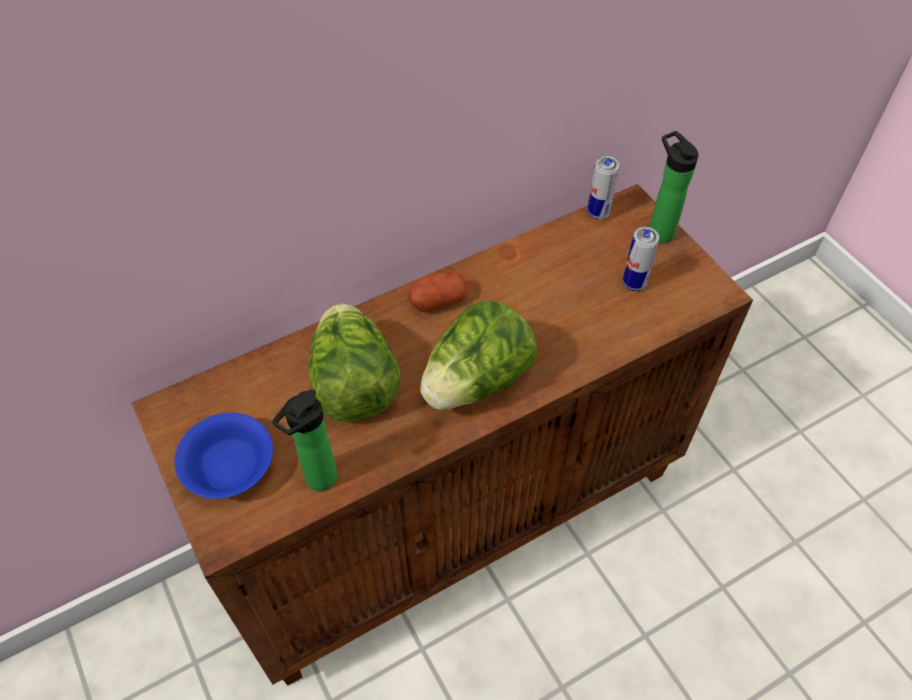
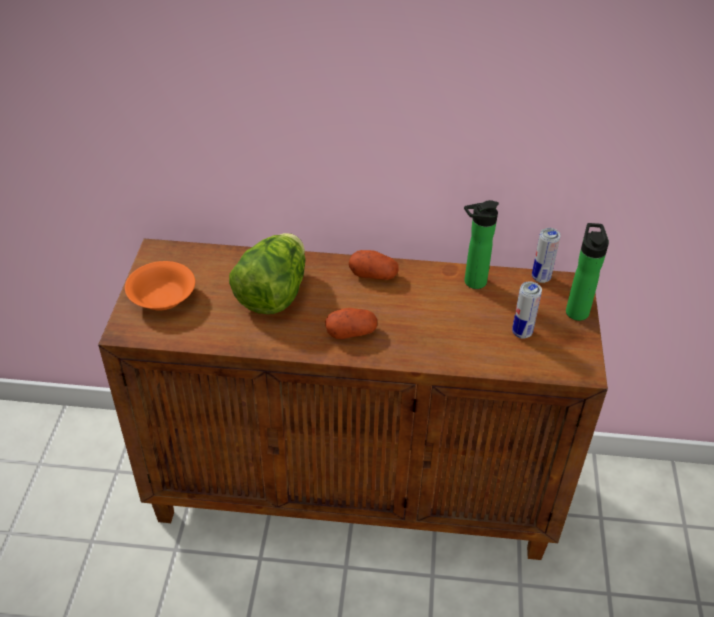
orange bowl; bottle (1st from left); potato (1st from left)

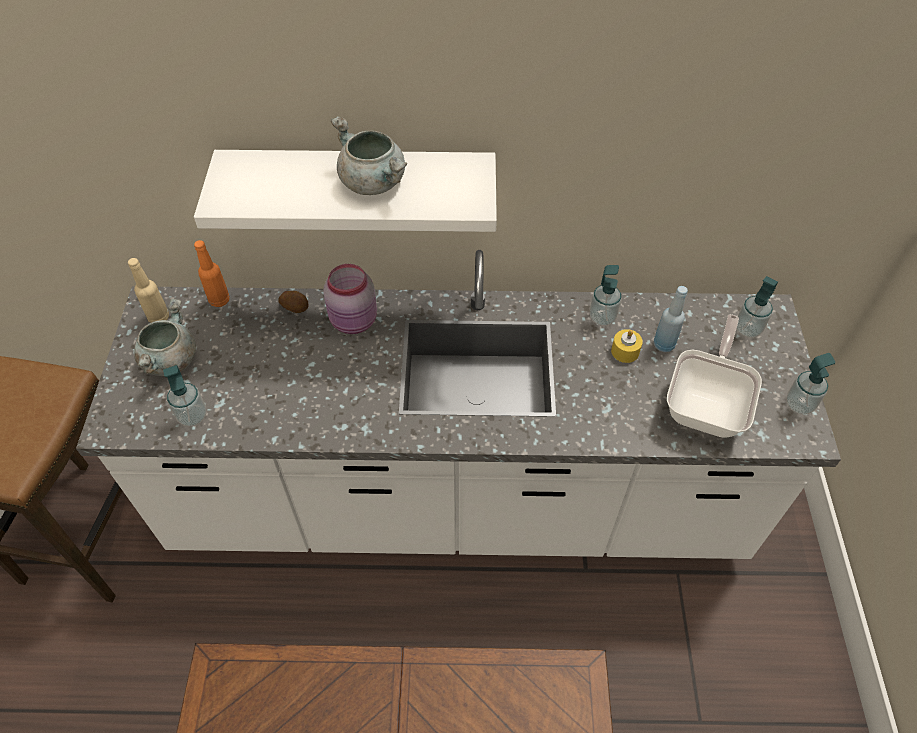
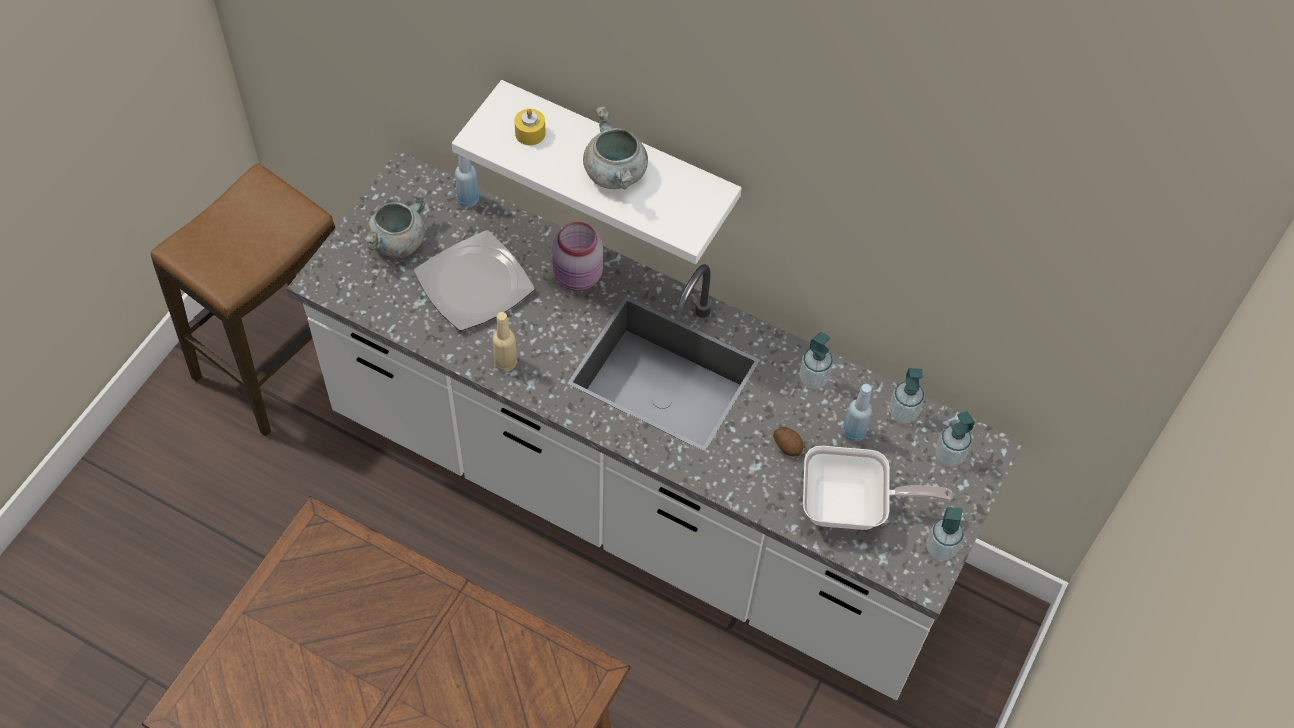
beige bottle; soap dispenser (2nd from left); blue bottle (1st from left); potato; yellow candle; frying pan; plate

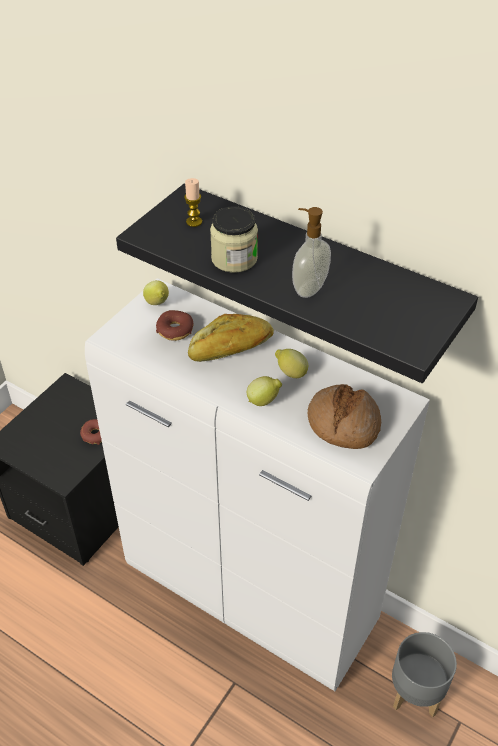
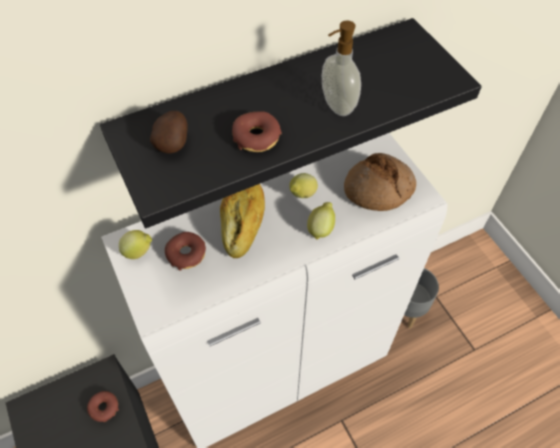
potato; donut (3rd from left)

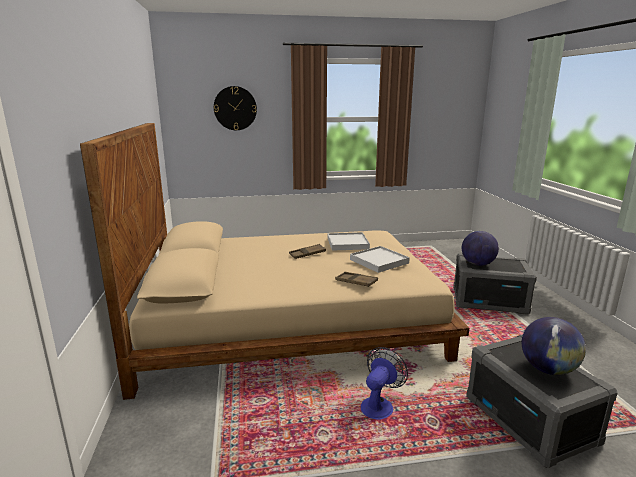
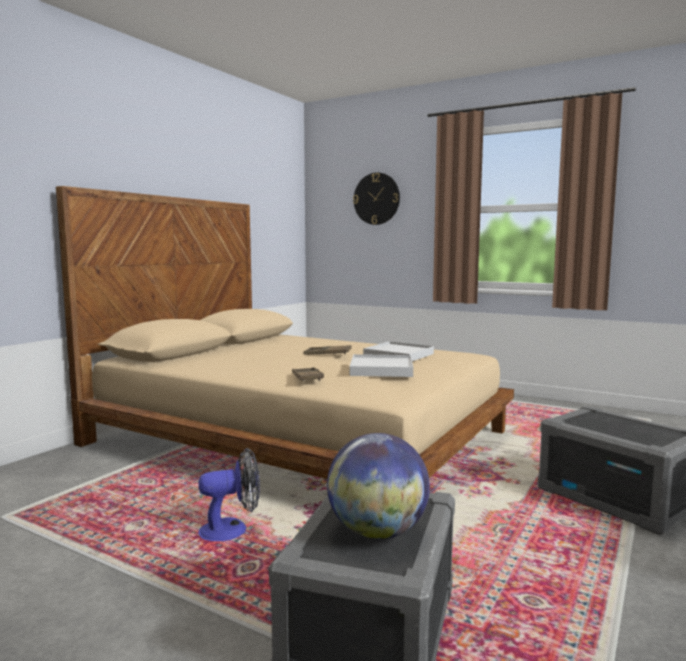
globe (1st from left in the first image)

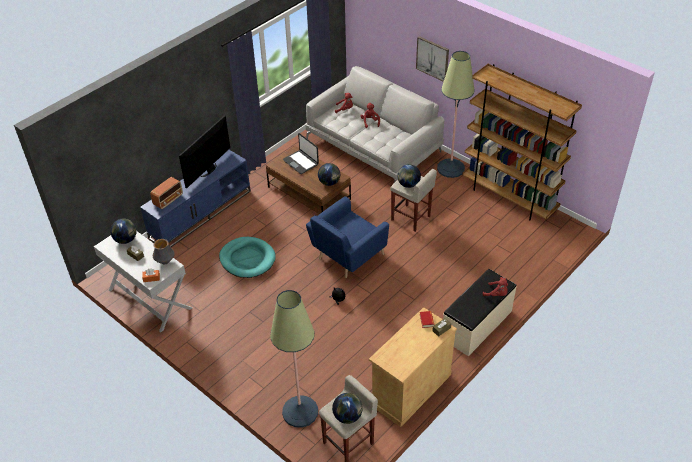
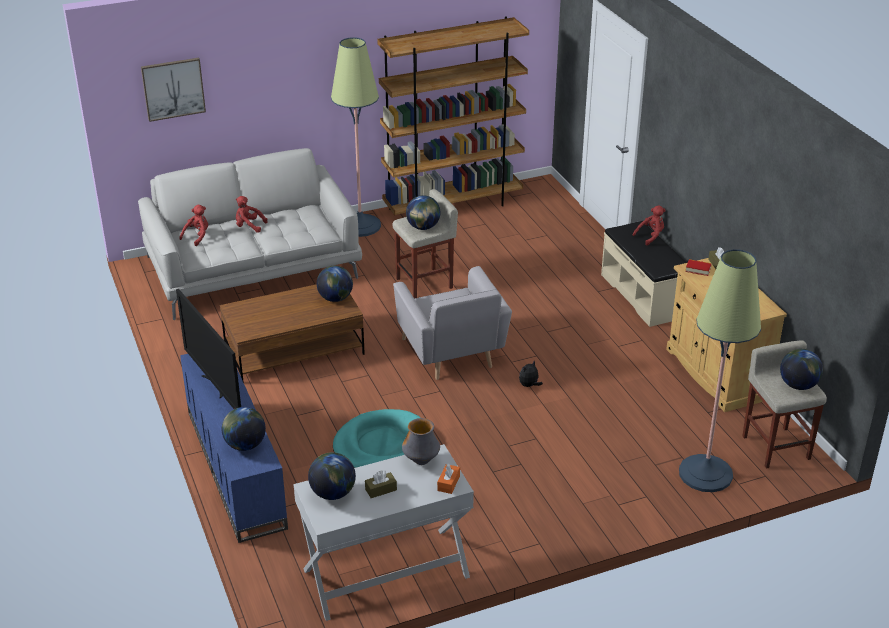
globe (1st from left); laptop; grey armchair; picture

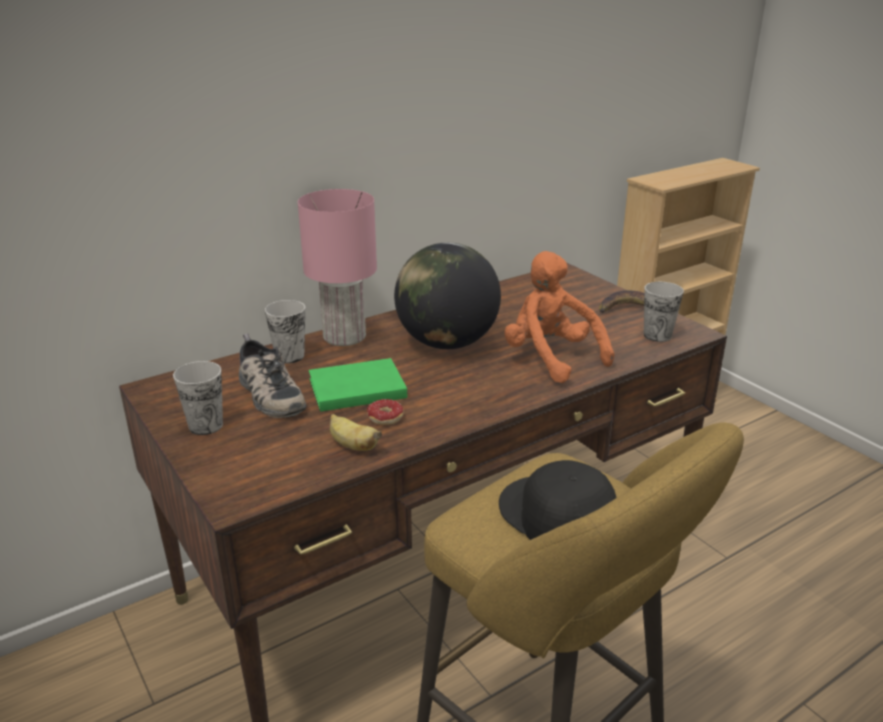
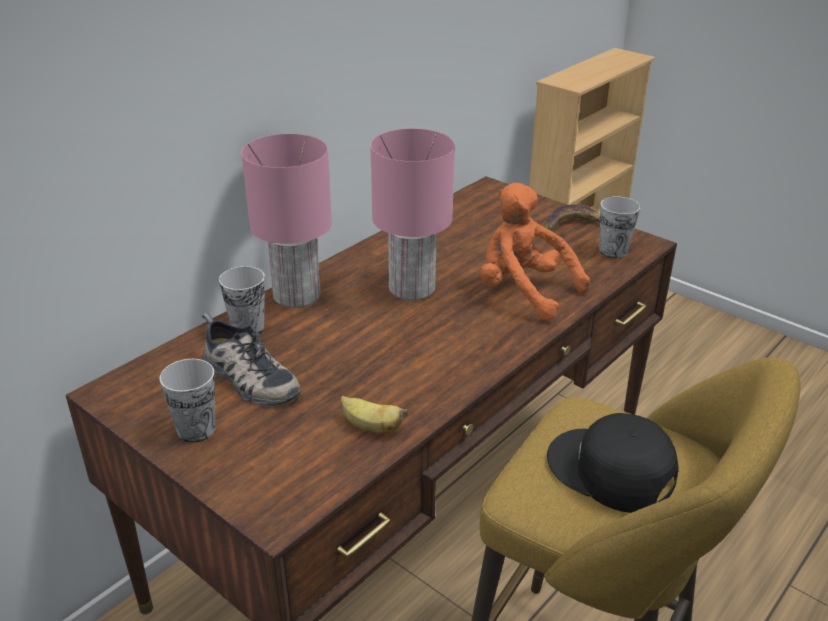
green book; donut; pink table lamp (2nd from left)

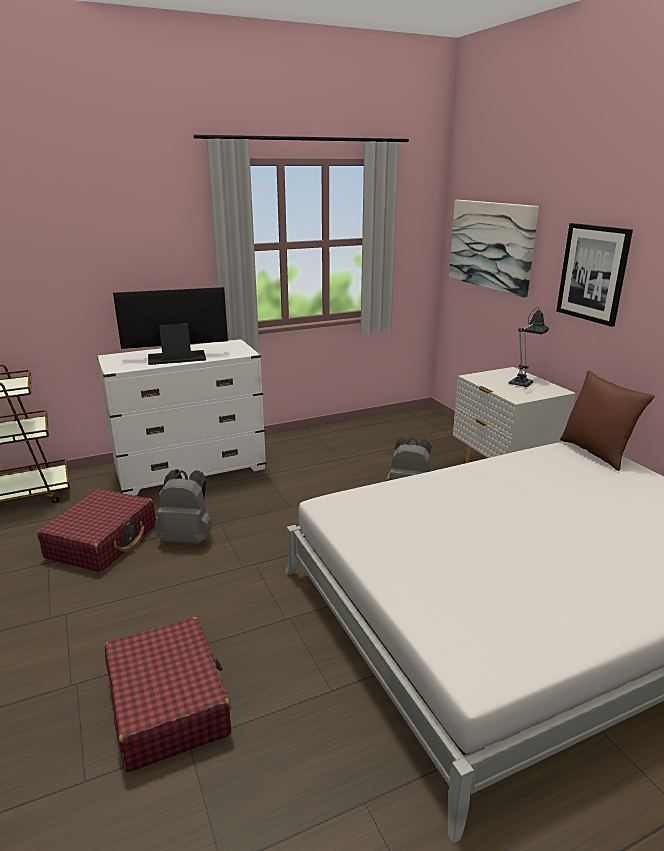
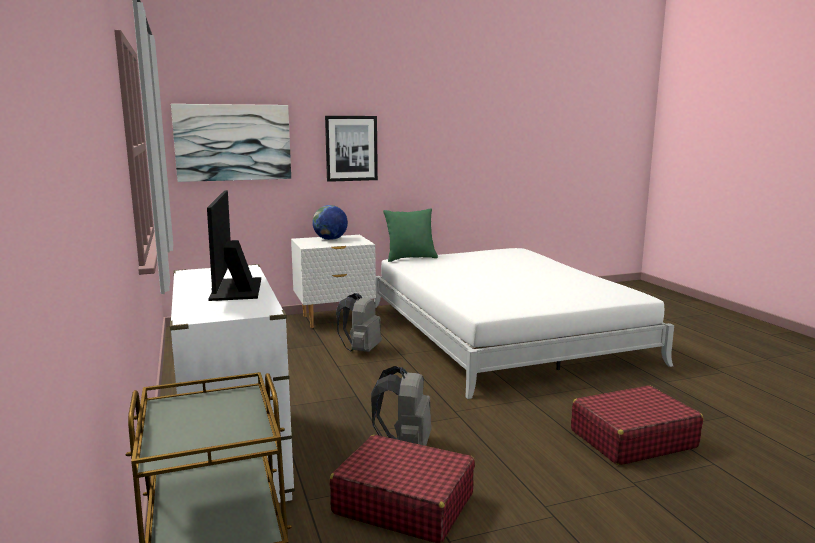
globe; green pillow

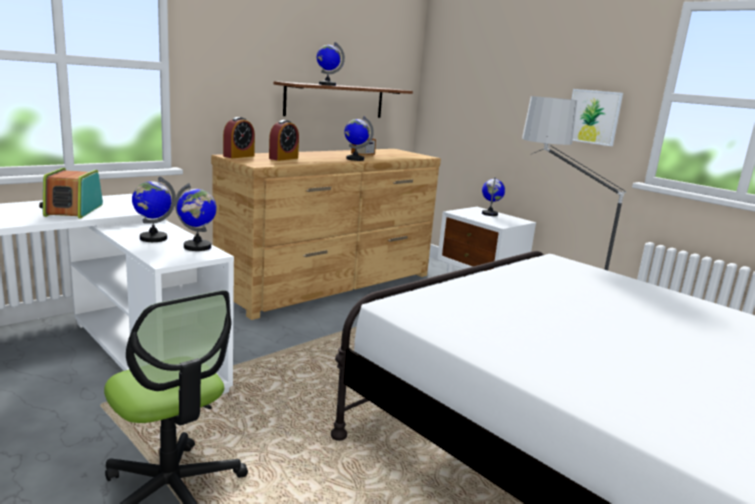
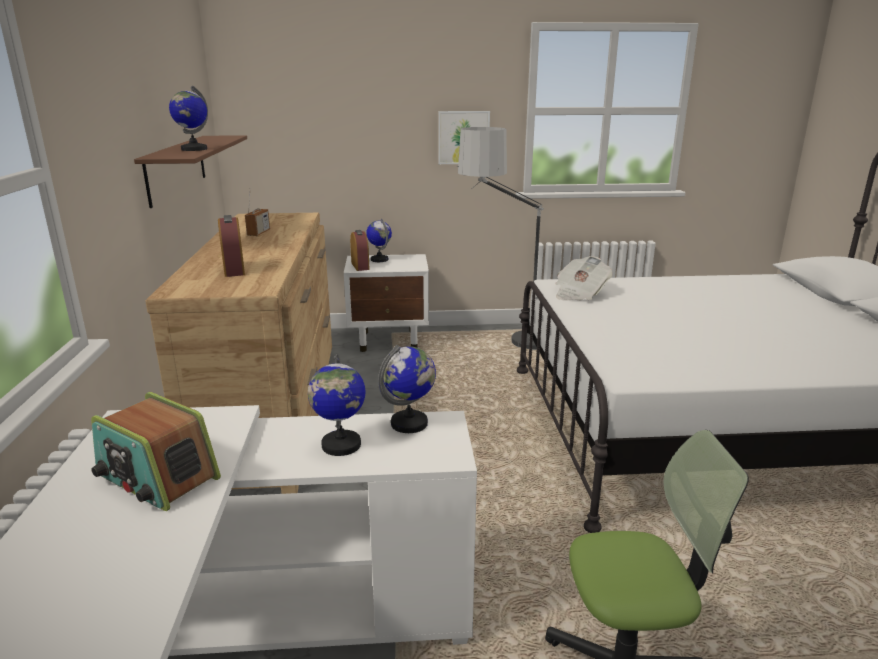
alarm clock (2nd from left); globe (4th from left in the first image); newspaper

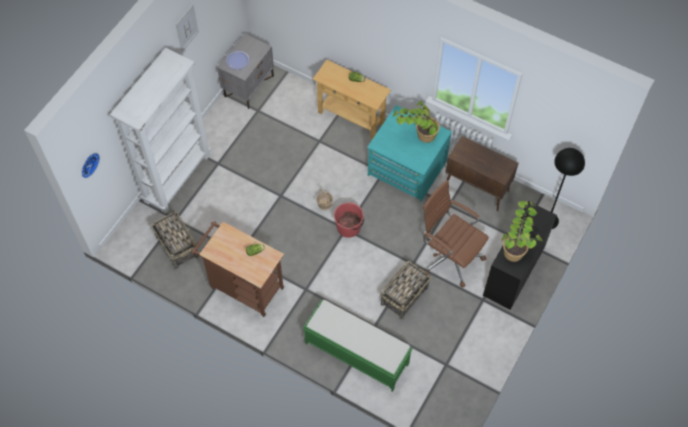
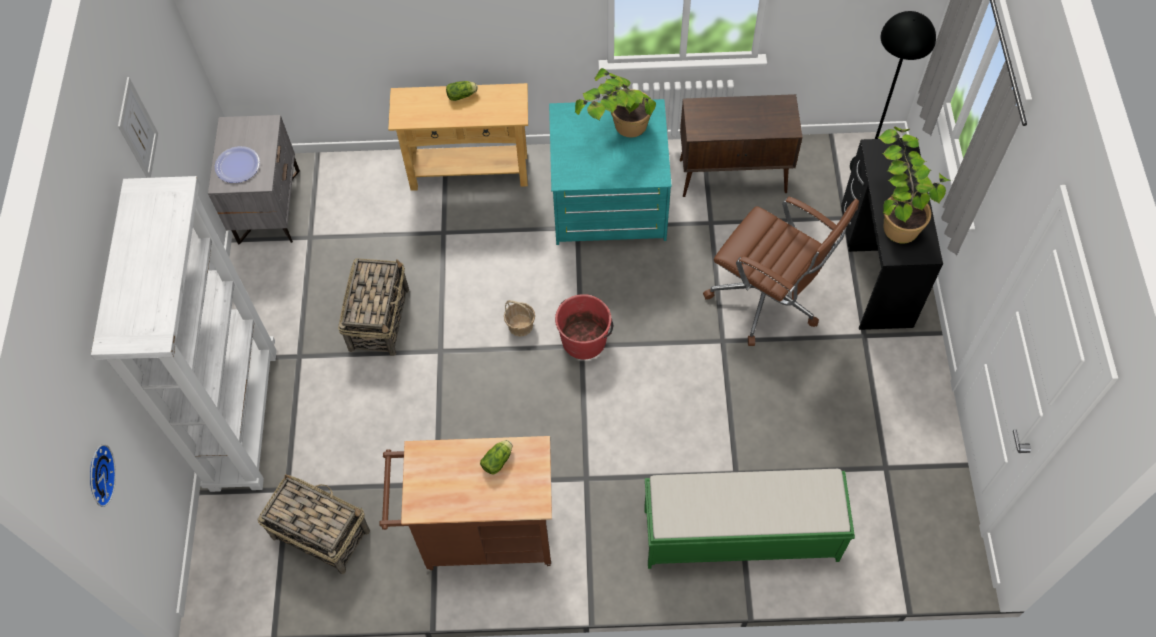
basket (2nd from left); brown office chair

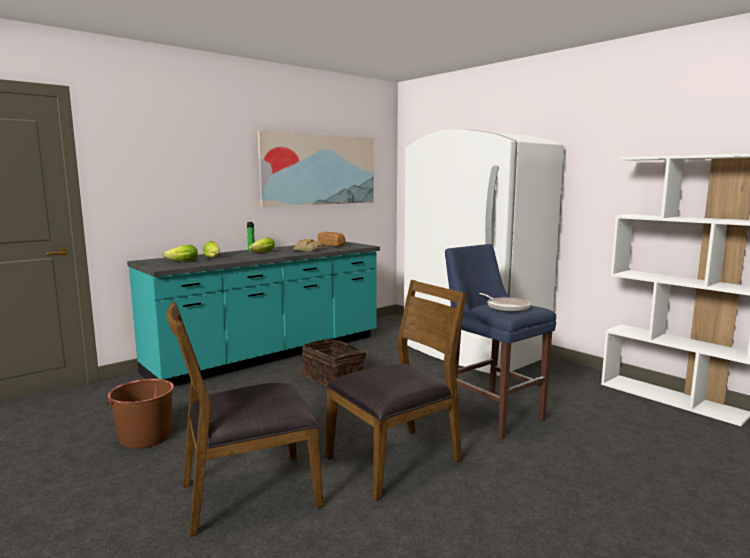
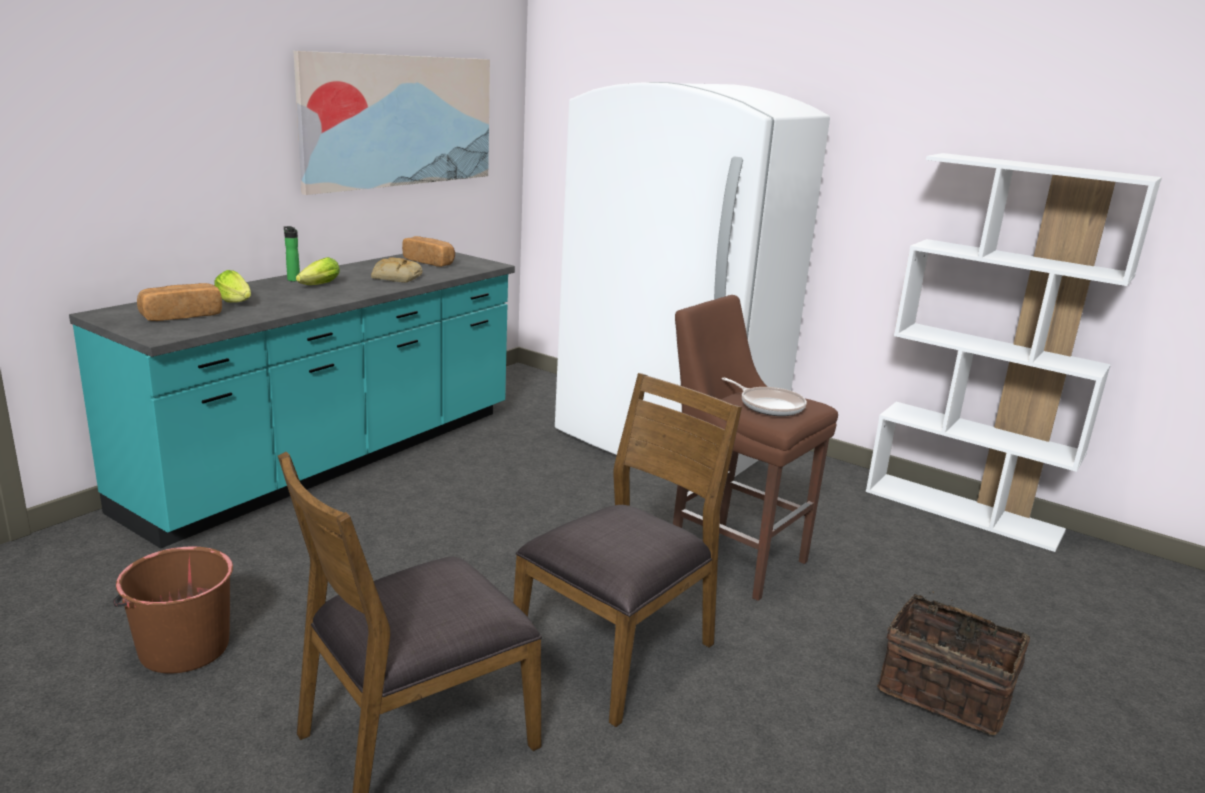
bread (1st from left); basket; brown stool

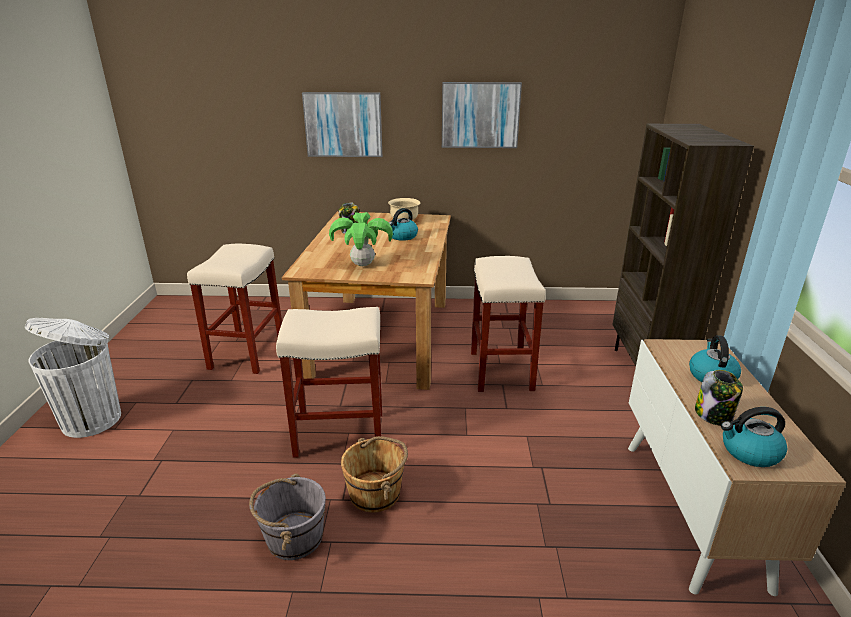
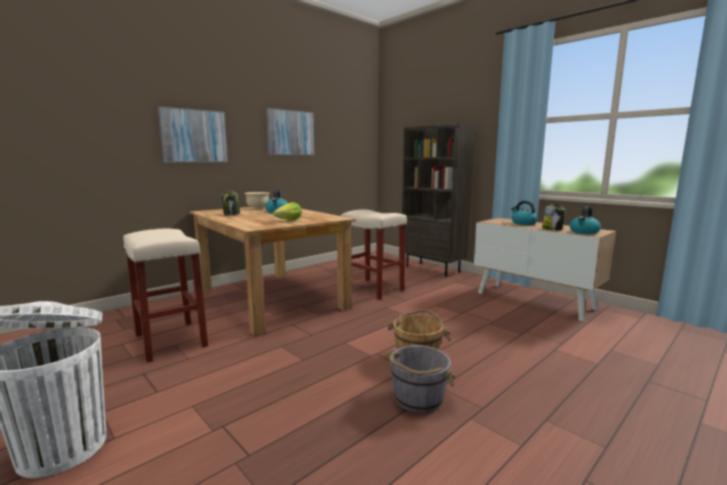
beige stool (2nd from left in the first image); lettuce

